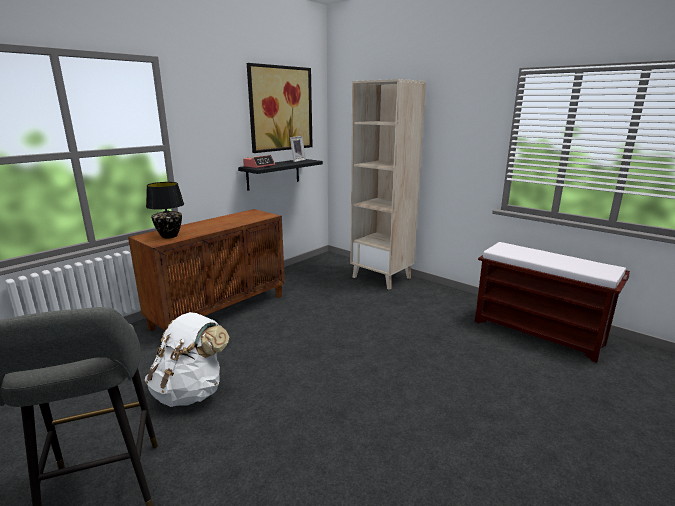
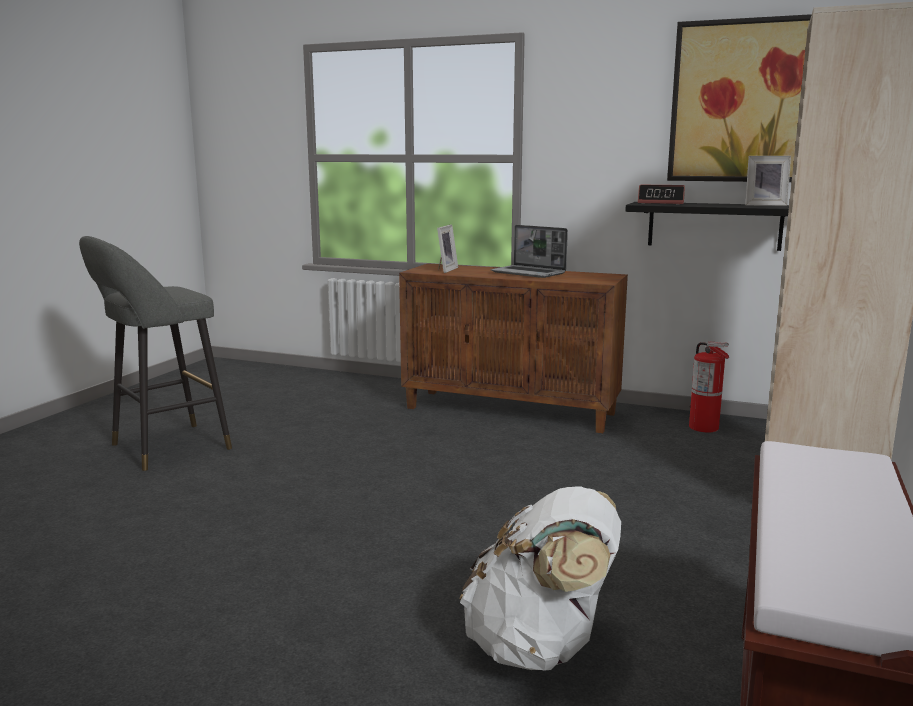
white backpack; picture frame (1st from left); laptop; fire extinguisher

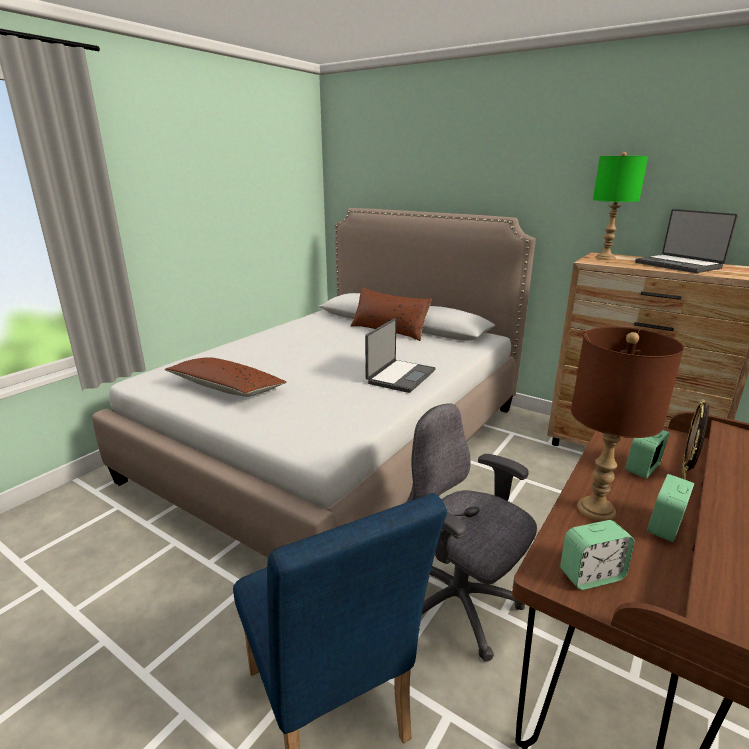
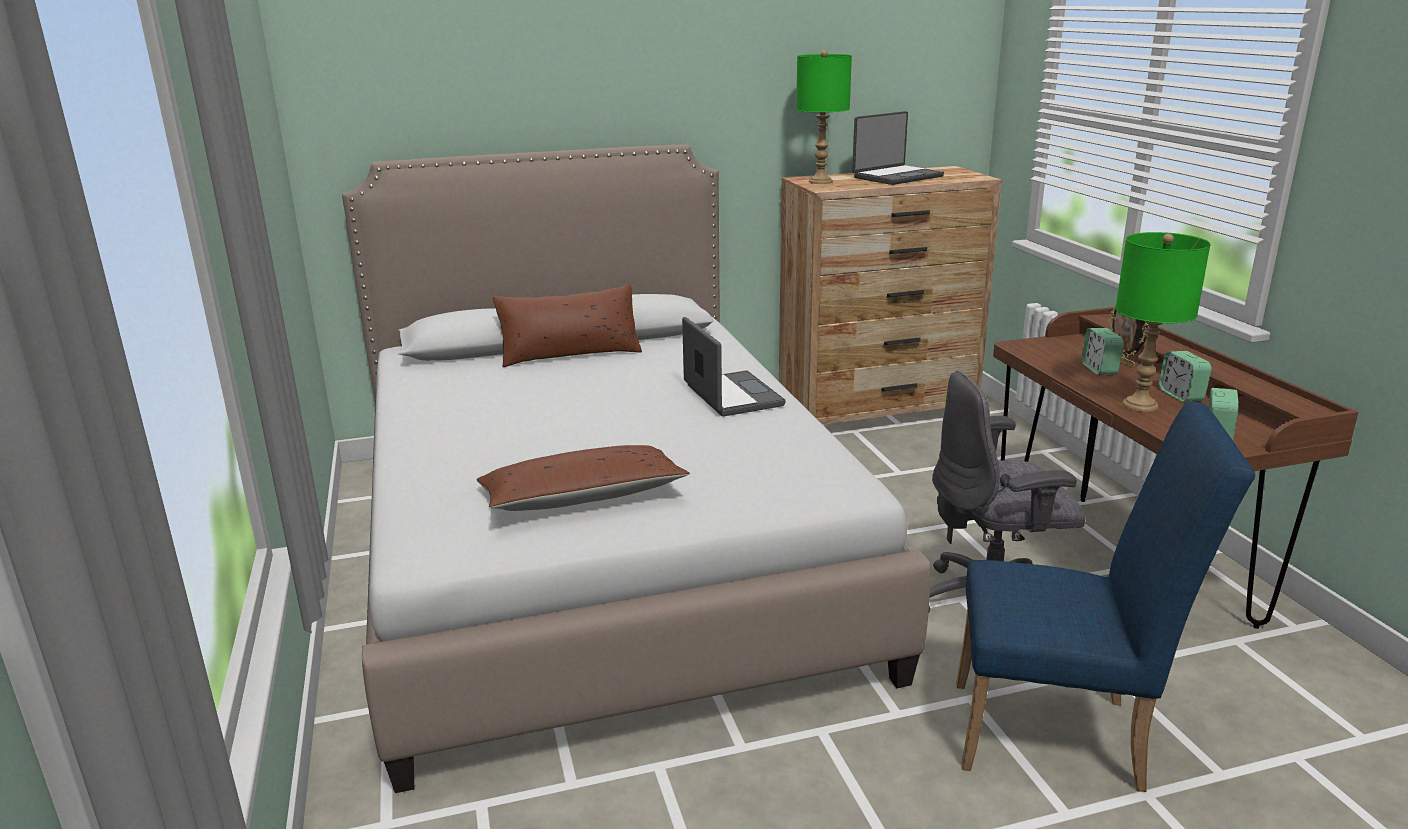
green table lamp (2nd from left); laptop (2nd from left)

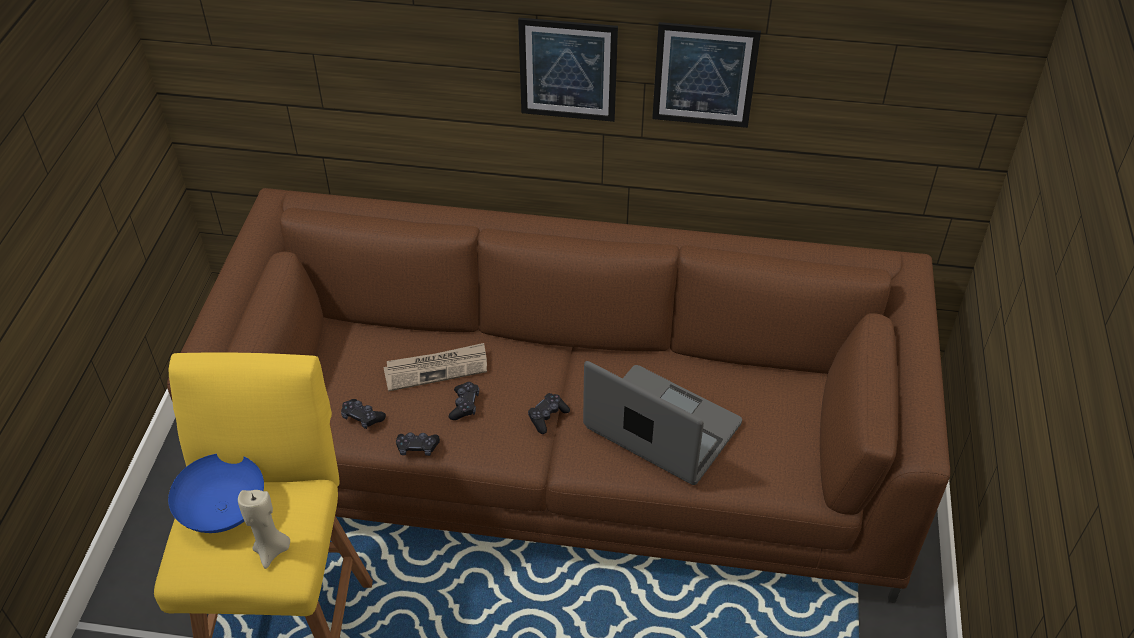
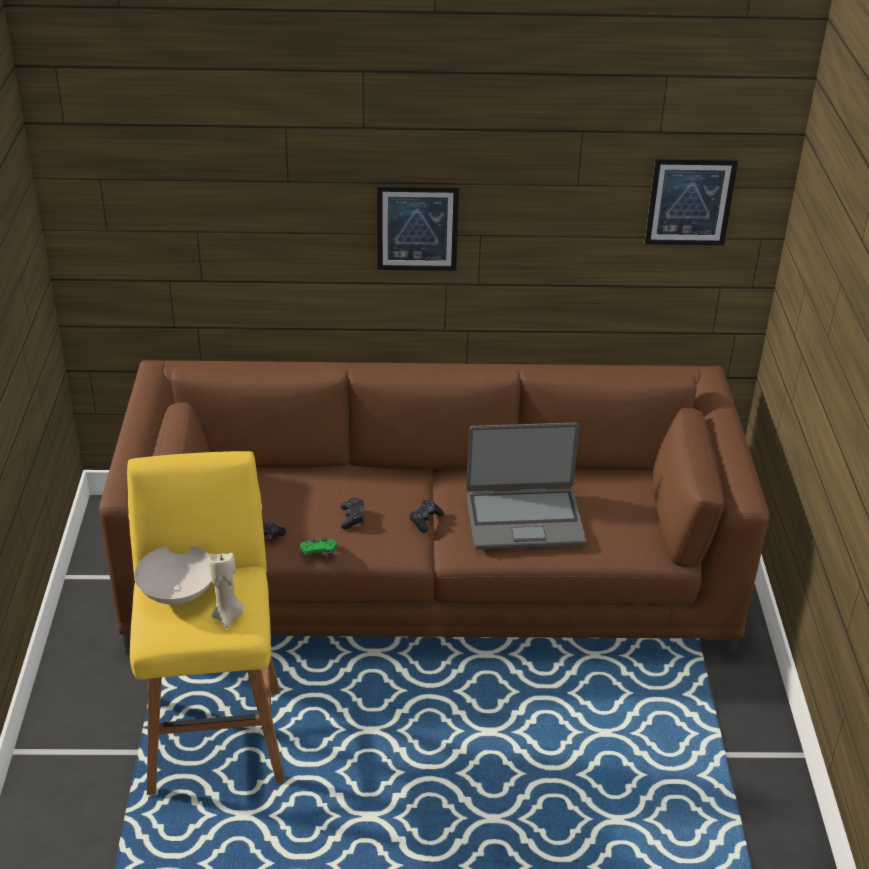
white bowl; newspaper; green game controller; laptop; picture (2nd from left)

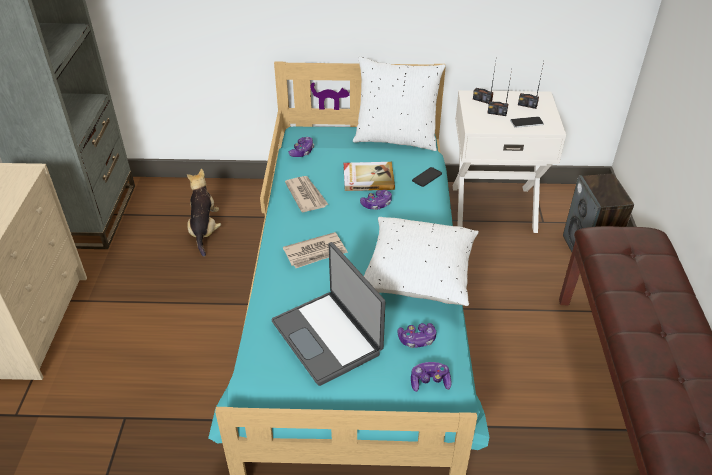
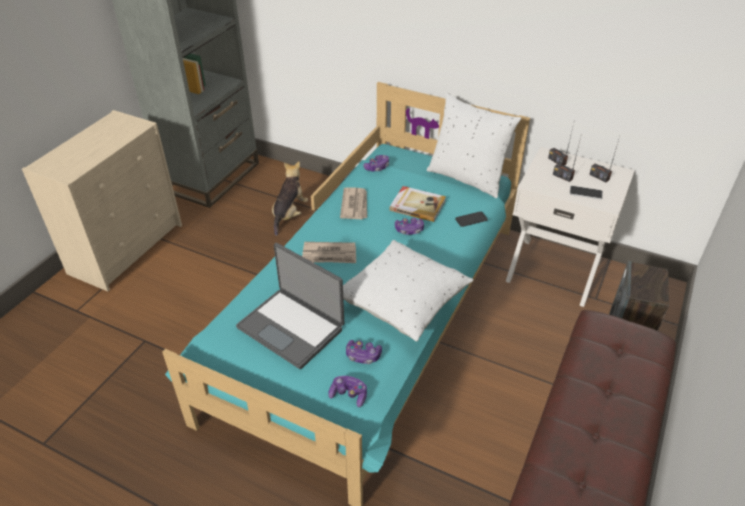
laptop

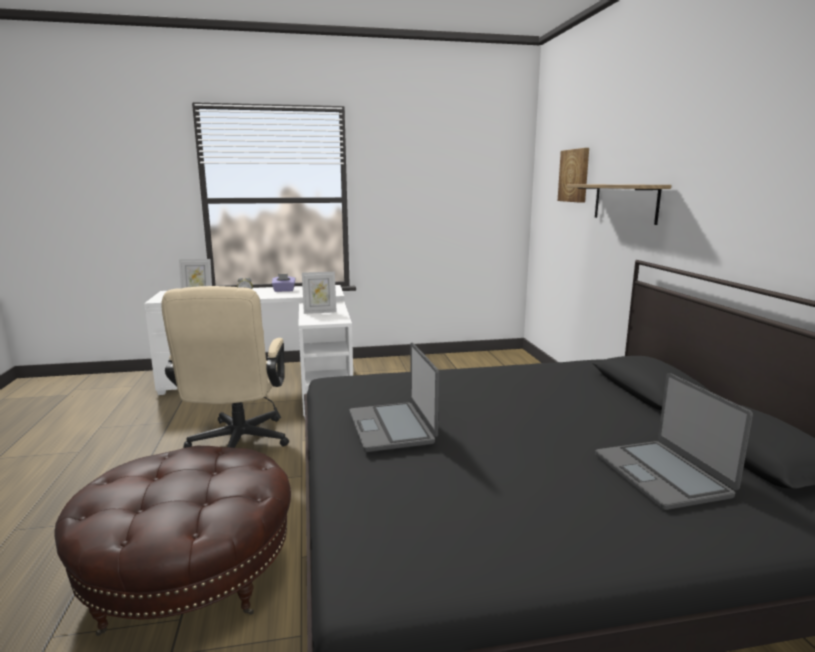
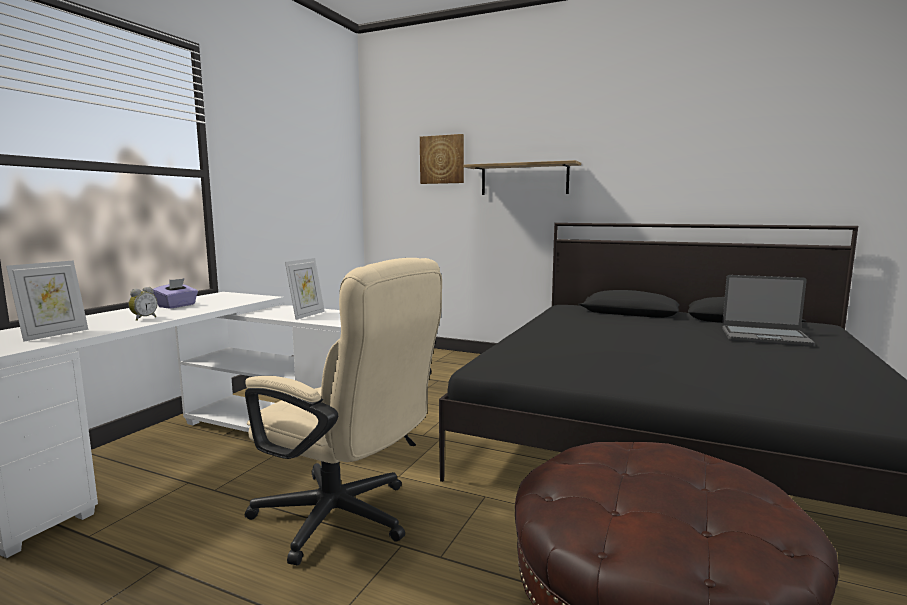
laptop (1st from left in the first image)

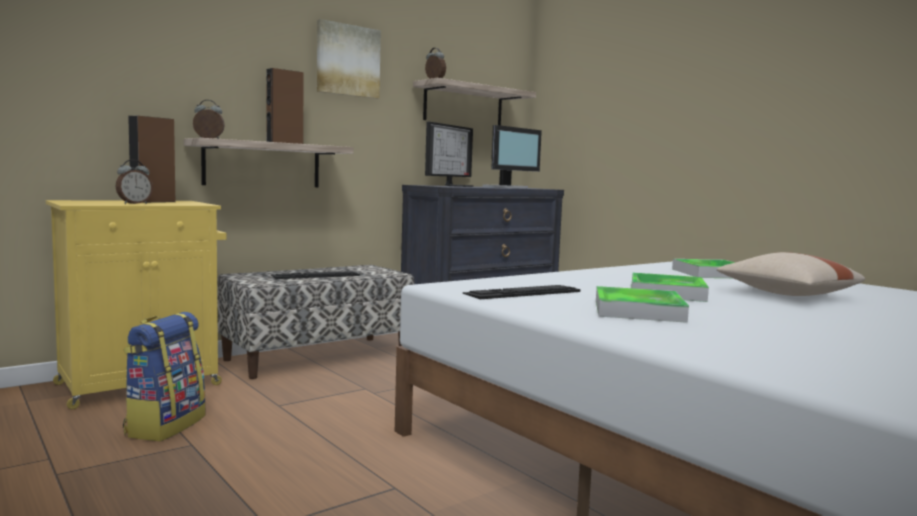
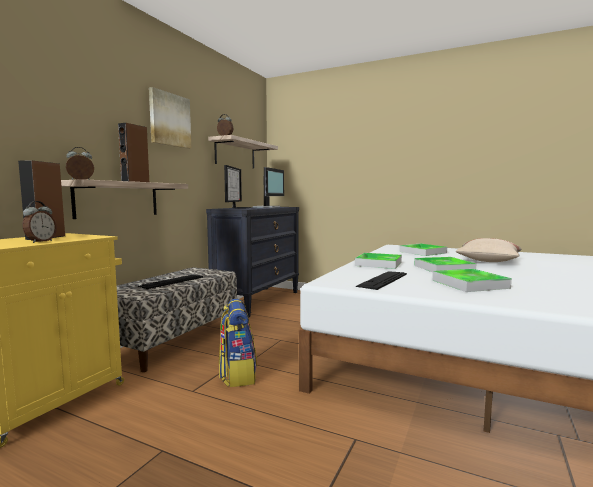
backpack; tray (1st from left)

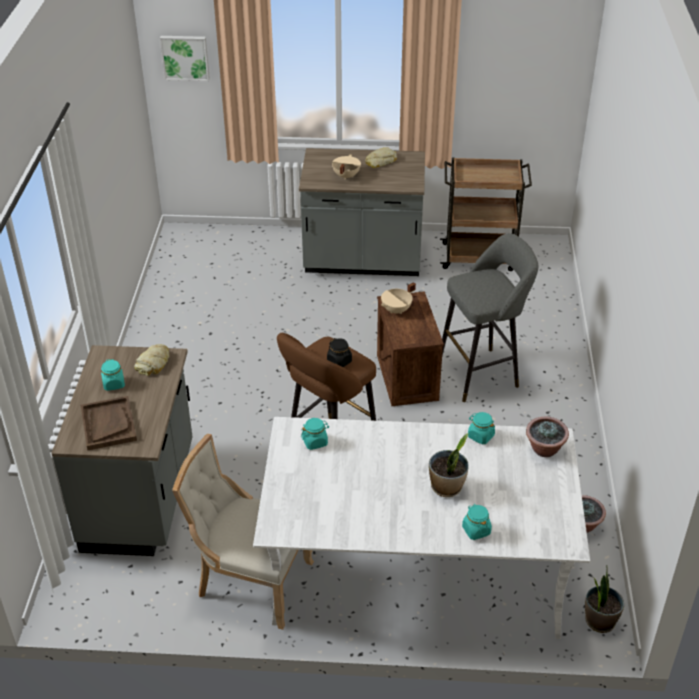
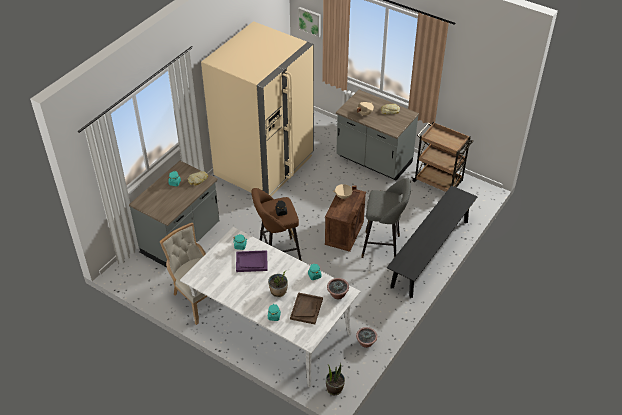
brown tray; beige fridge; purple tray; black bench

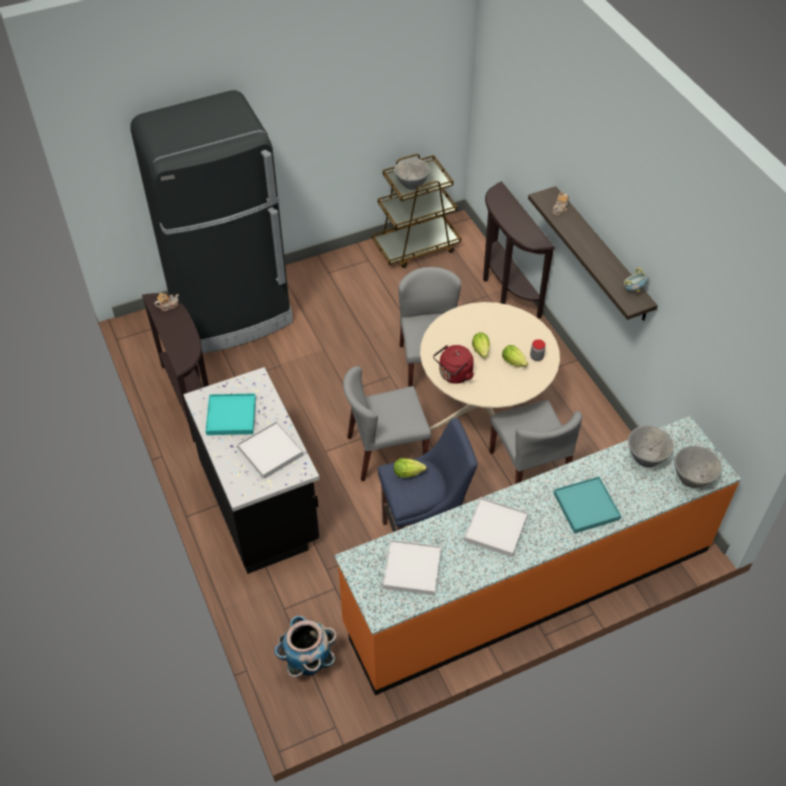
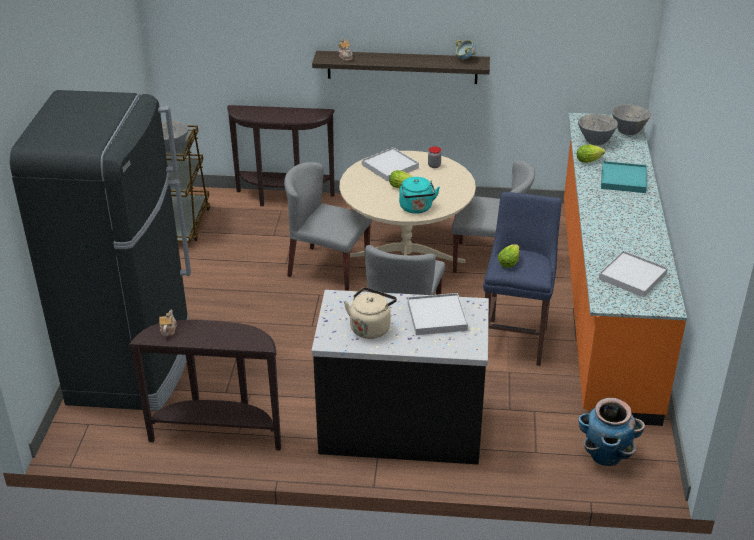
beige kettle; turquoise kettle; white tray (1st from left); lettuce (3rd from left)

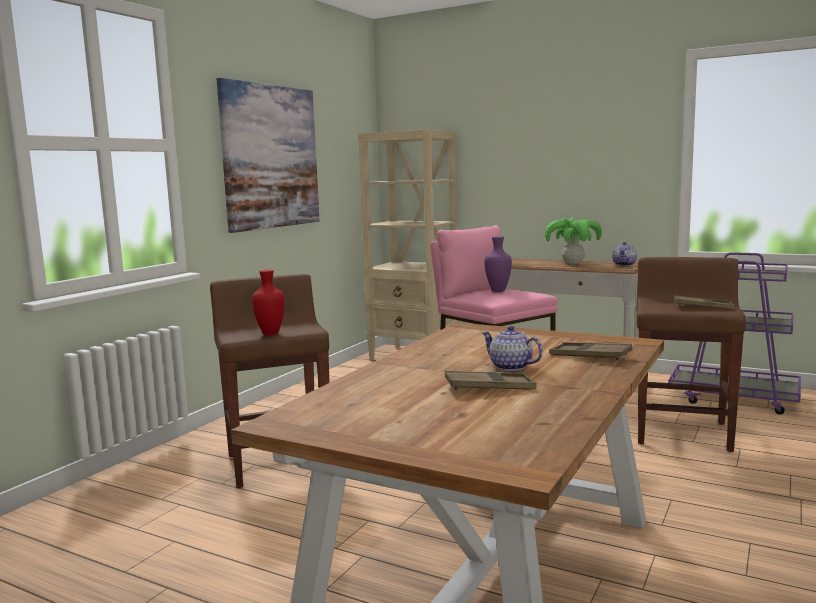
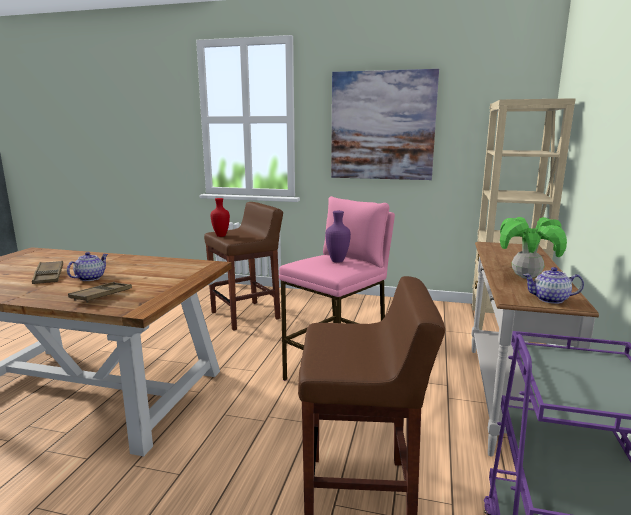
brown tray (3rd from left in the first image)

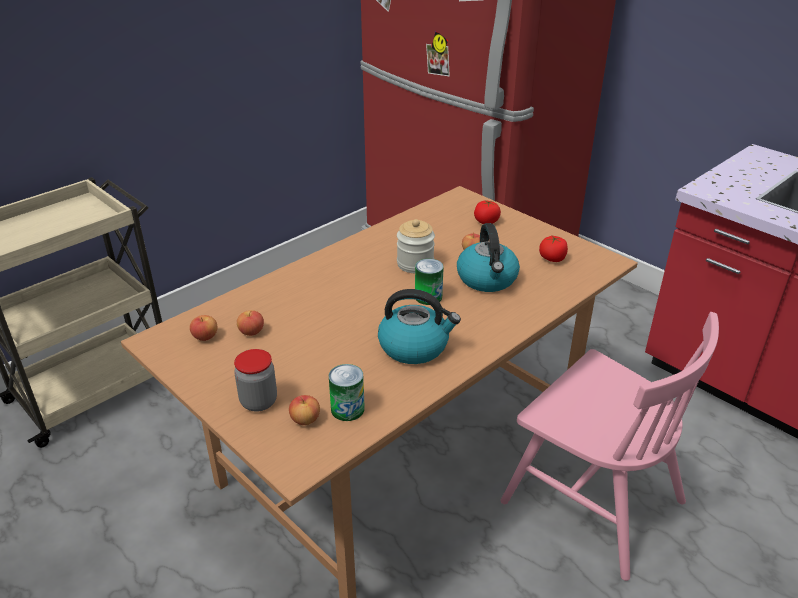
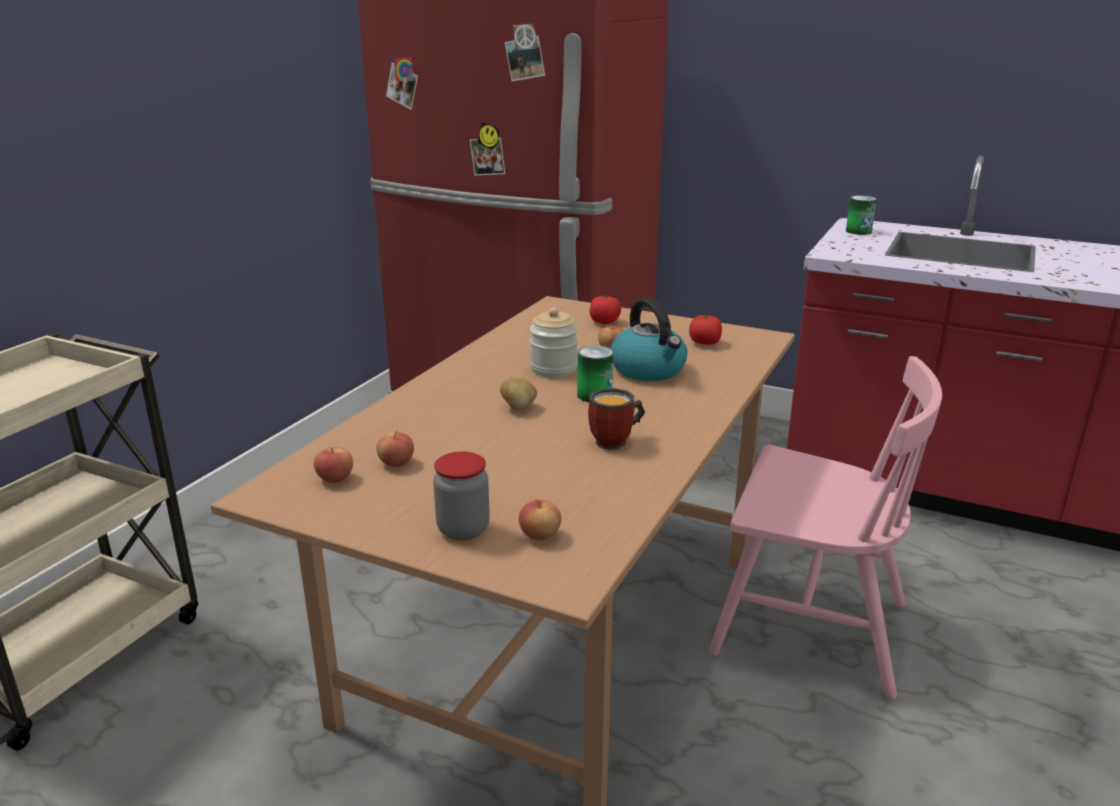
can (2nd from left); mug; potato

